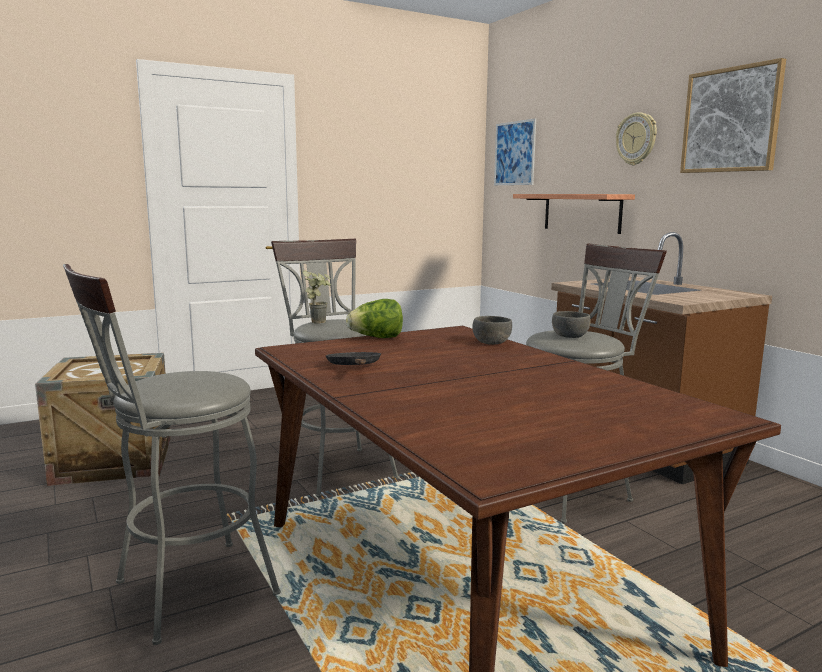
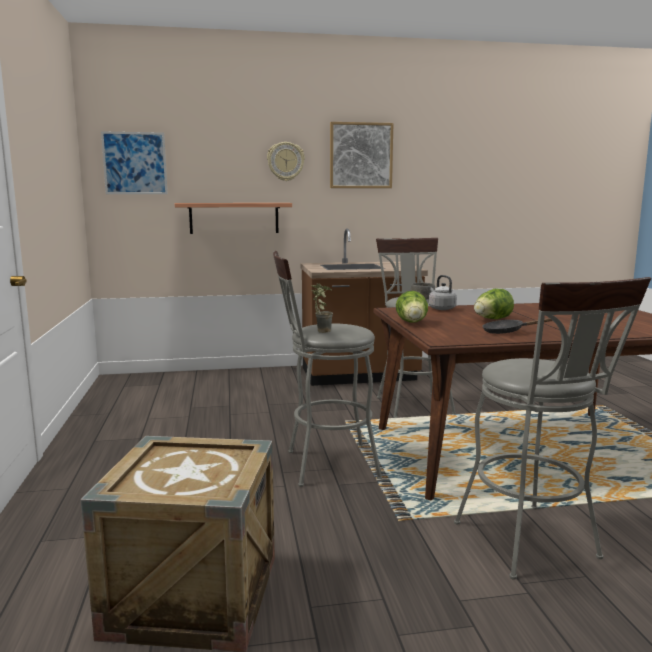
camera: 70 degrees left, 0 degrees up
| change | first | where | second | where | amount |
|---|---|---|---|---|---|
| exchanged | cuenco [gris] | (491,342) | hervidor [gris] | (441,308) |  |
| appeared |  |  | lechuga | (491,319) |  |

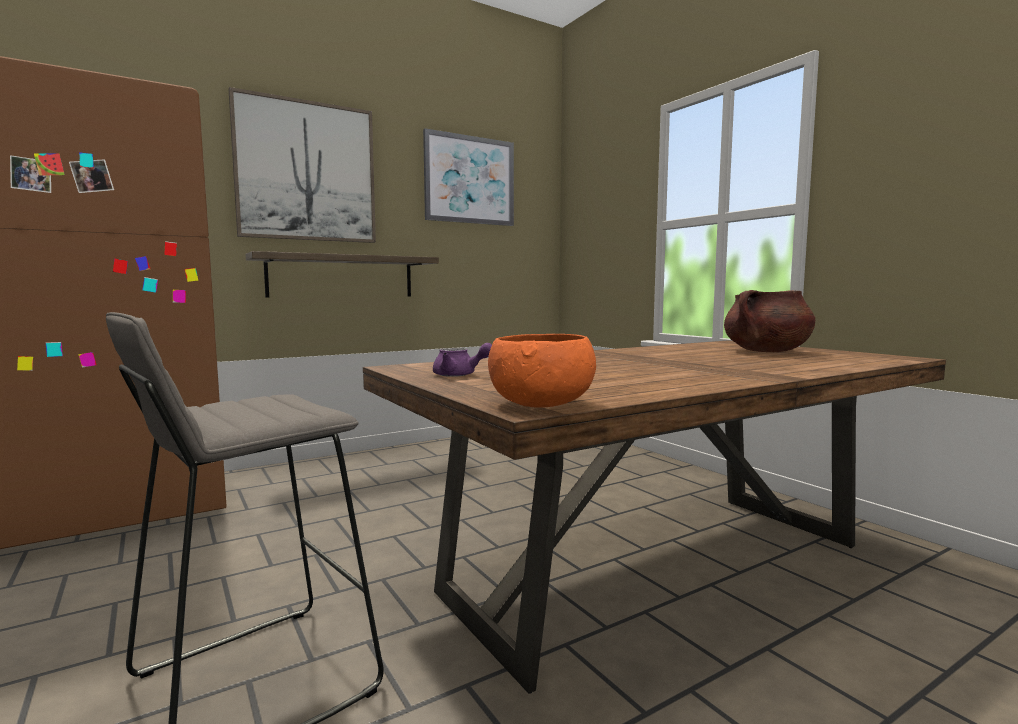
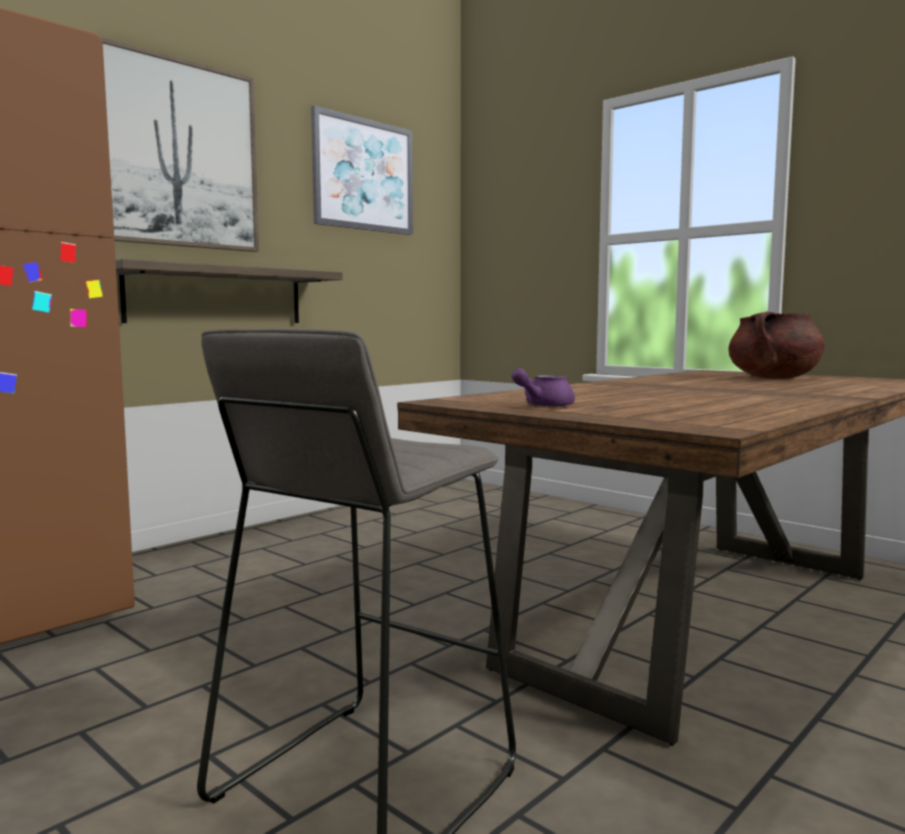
camera: 15 degrees left, 0 degrees up
| change | first | where | second | where | amount |
|---|---|---|---|---|---|
| spun | tetera [morado] | (459,375) |  | (542,406) | 135 degrees clockwise |
| missing | cuenco [naranja] | (542,404) |  |  |  |

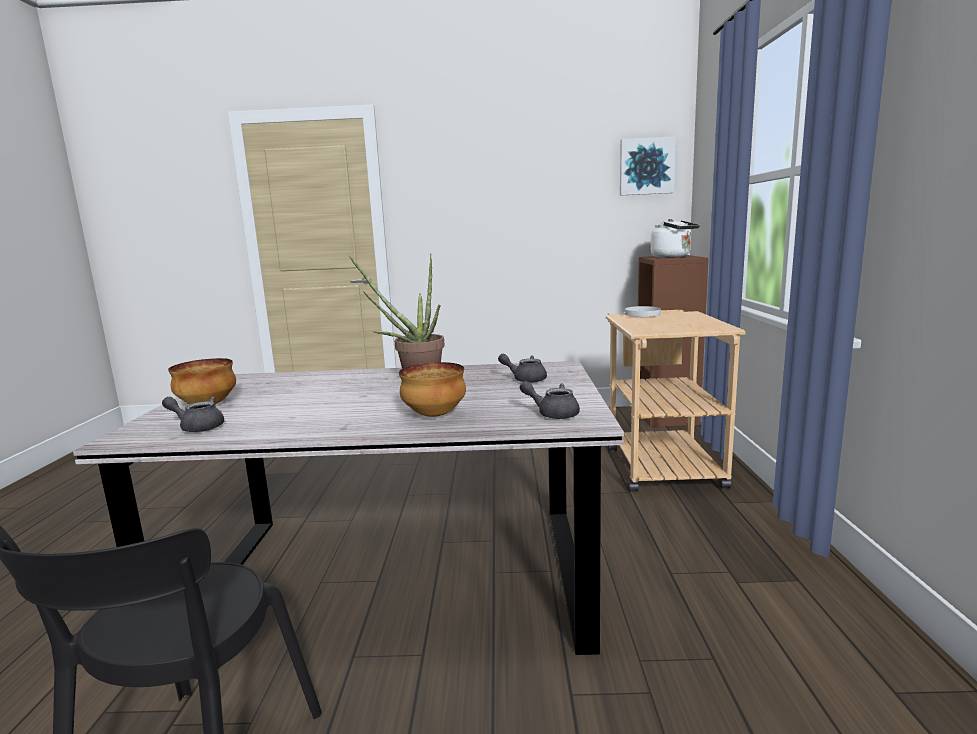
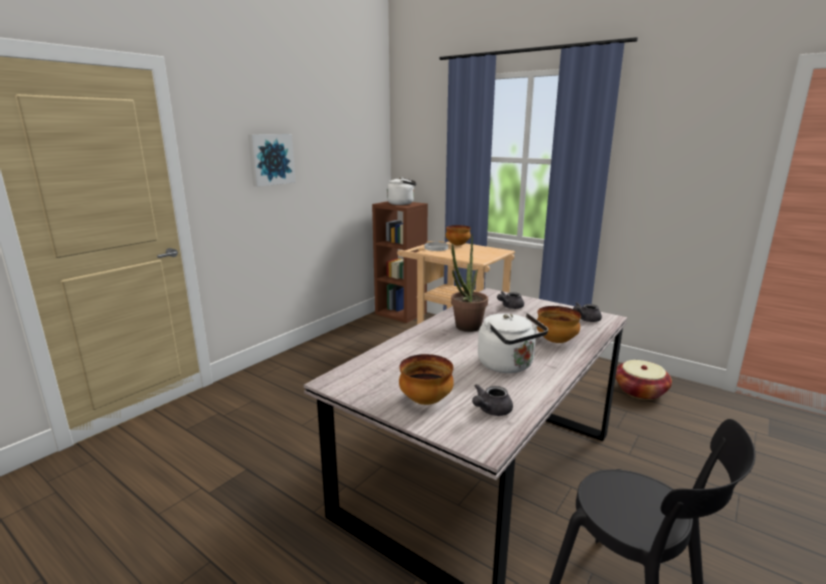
camera: 55 degrees left, 5 degrees up
| change | first | where | second | where | amount |
|---|---|---|---|---|---|
| relocated | cuadro | (646,166) |  | (271,159) |  |
| appeared |  |  | cuenco | (458,245) |  |
| appeared |  |  | hervidor [blanco] | (508,366) |  |
| appeared |  |  | cesta | (640,391) |  |

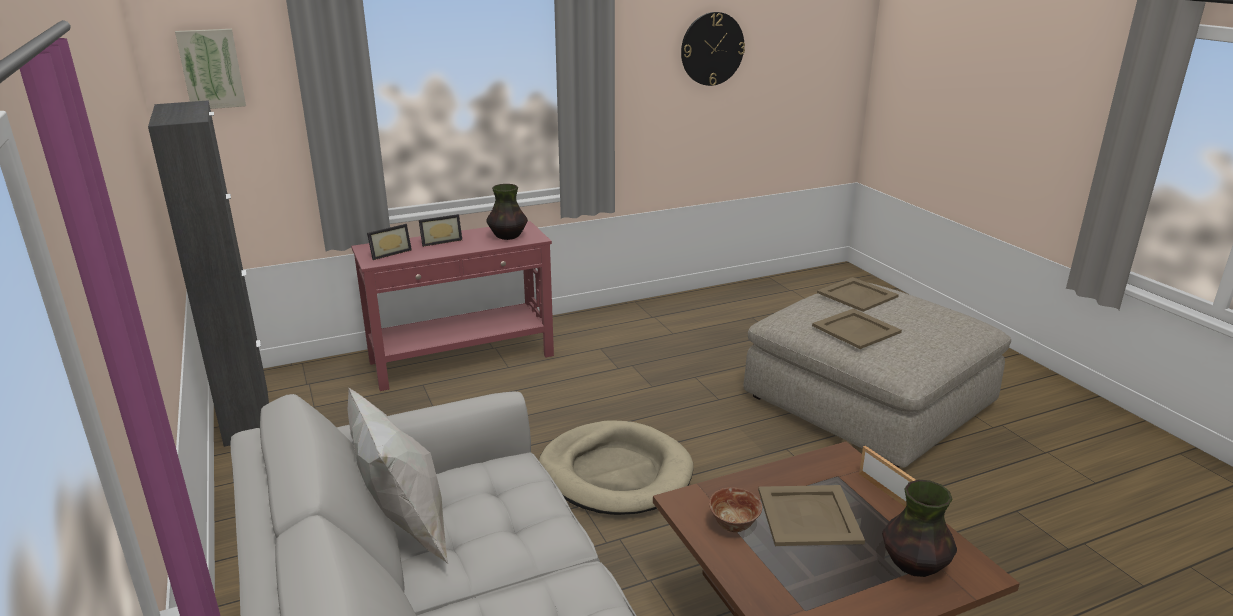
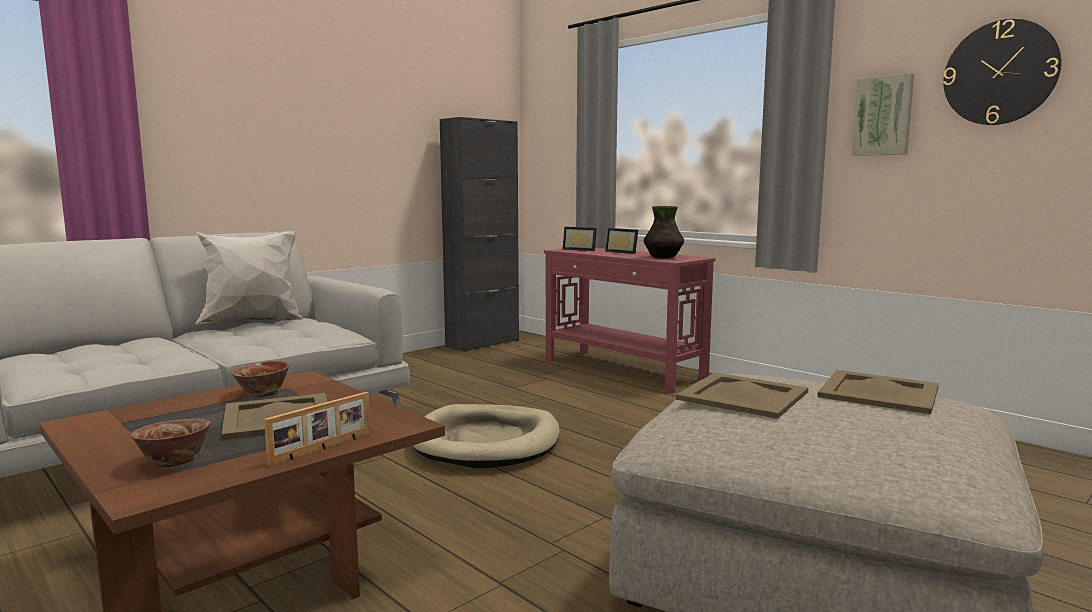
camera: 70 degrees right, 15 degrees down
| change | first | where | second | where | amount |
|---|---|---|---|---|---|
| relocated | cuadro | (211,69) |  | (883,116) |  |
| exchanged | florero | (914,565) | cuenco | (174,462) |  |

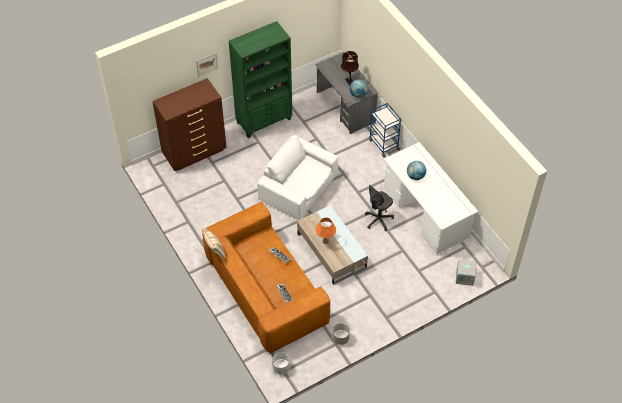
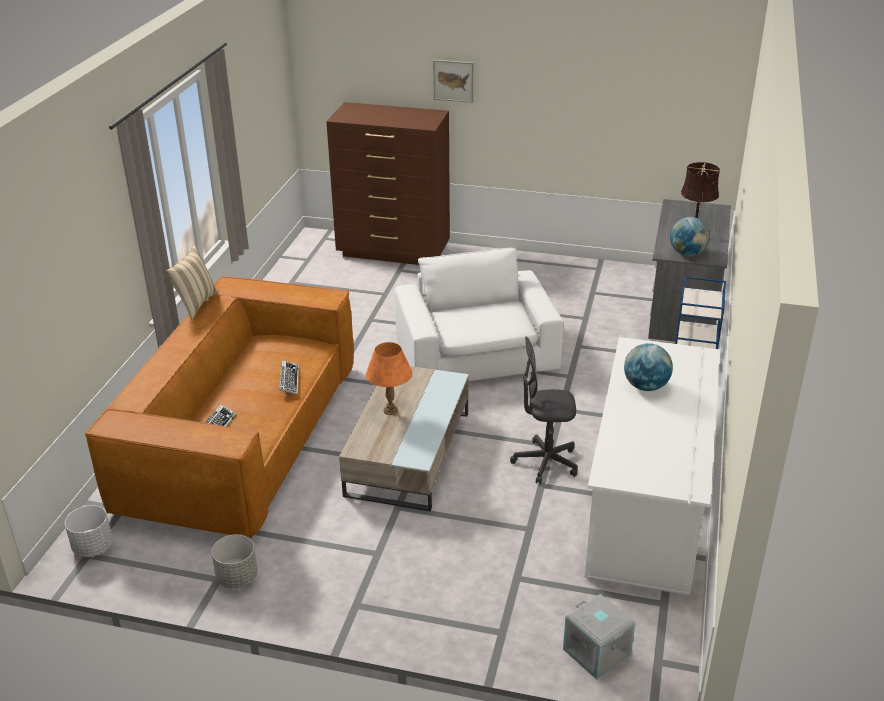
camera: 45 degrees right, 20 degrees down
| change | first | where | second | where | amount |
|---|---|---|---|---|---|
| missing | estantería [verde] | (264,120) |  |  |  |

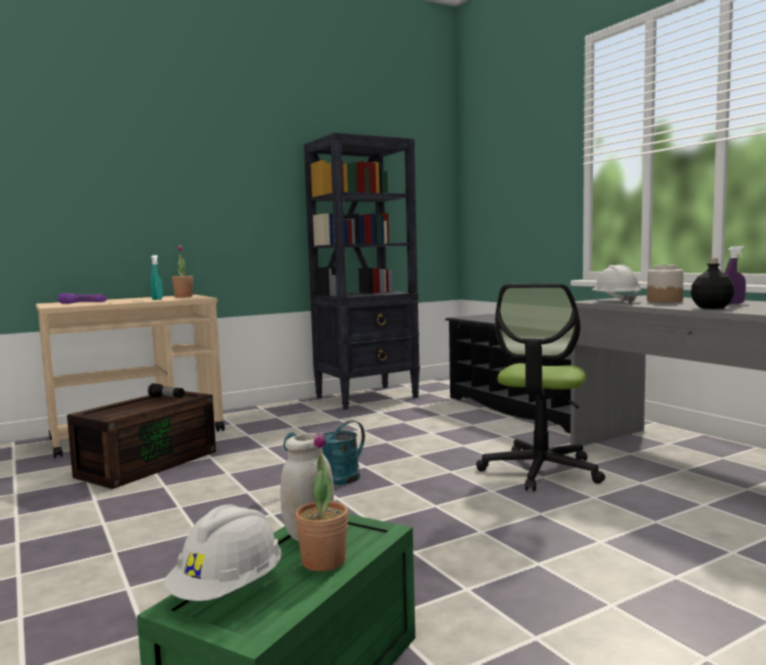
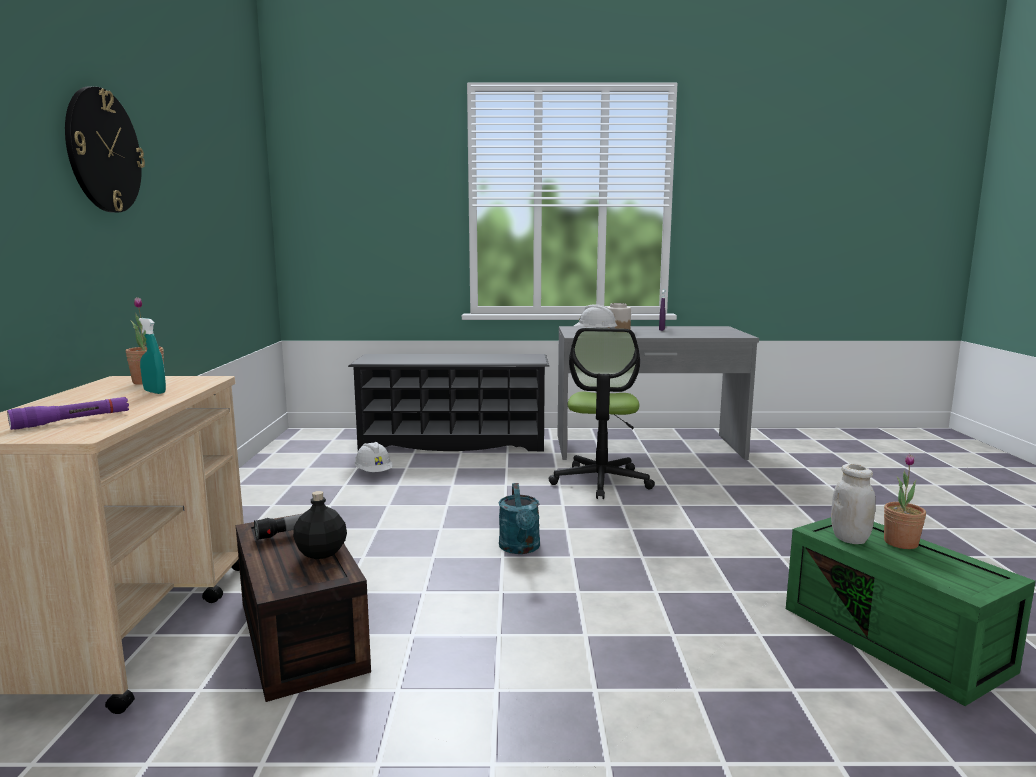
camera: 60 degrees left, 5 degrees up
| change | first | where | second | where | amount |
|---|---|---|---|---|---|
| relocated | casco [blanco] | (228,590) |  | (374,473) |  |
| missing | estantería [negro] | (368,397) |  |  |  |
| spun | silla de oficina | (540,471) |  | (601,481) | 45 degrees clockwise |
| relocated | botella [negro] | (711,307) |  | (320,553) |  |
| appeared |  |  | reloj de pared | (103,151) |  |

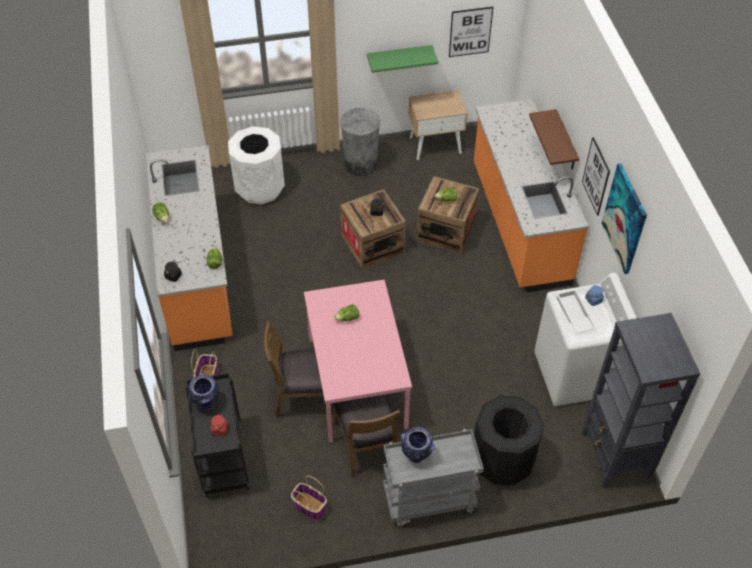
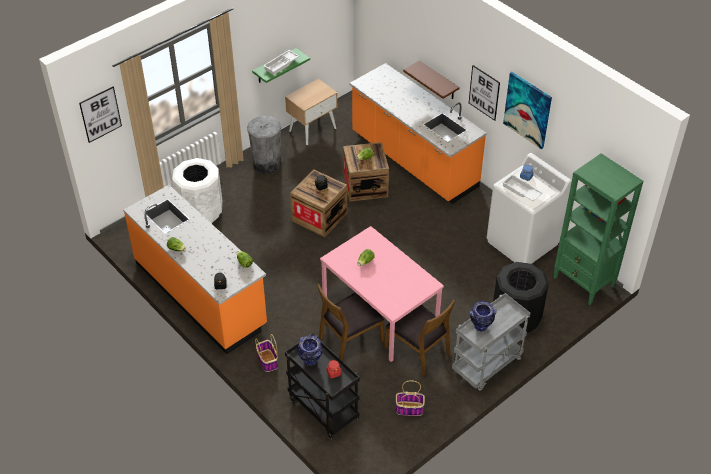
camera: 30 degrees left, 5 degrees down
| change | first | where | second | where | amount |
|---|---|---|---|---|---|
| relocated | cuadro | (470,32) |  | (100,114) |  |
| colour | estantería [negro] | (615,456) | estantería [verde] | (584,282) |  |
| appeared |  |  | bandeja [blanco] | (281,65) |  |

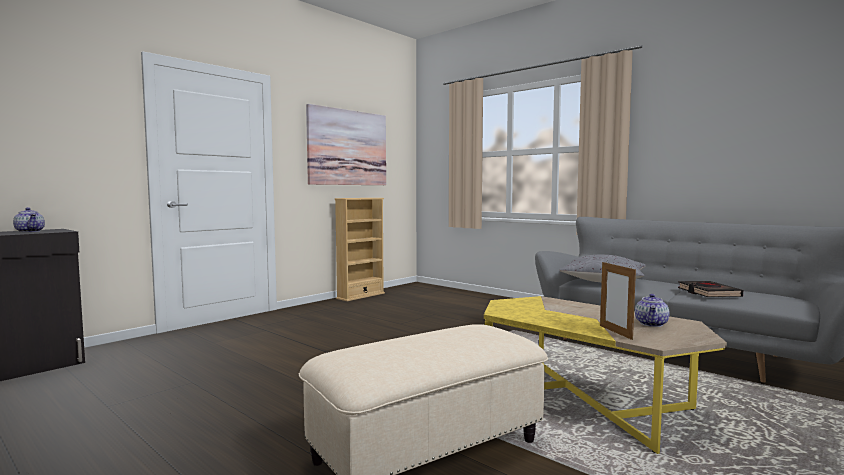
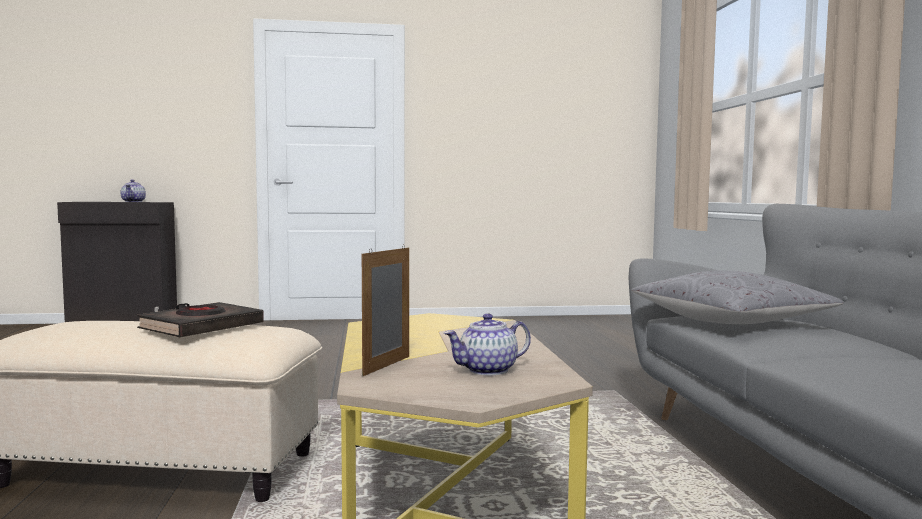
camera: 40 degrees right, 0 degrees up
| change | first | where | second | where | amount |
|---|---|---|---|---|---|
| missing | cuadro | (348,147) |  |  |  |
| missing | estantería [beis] | (360,296) |  |  |  |
| relocated | libro [negro] | (708,293) |  | (201,327) |  |

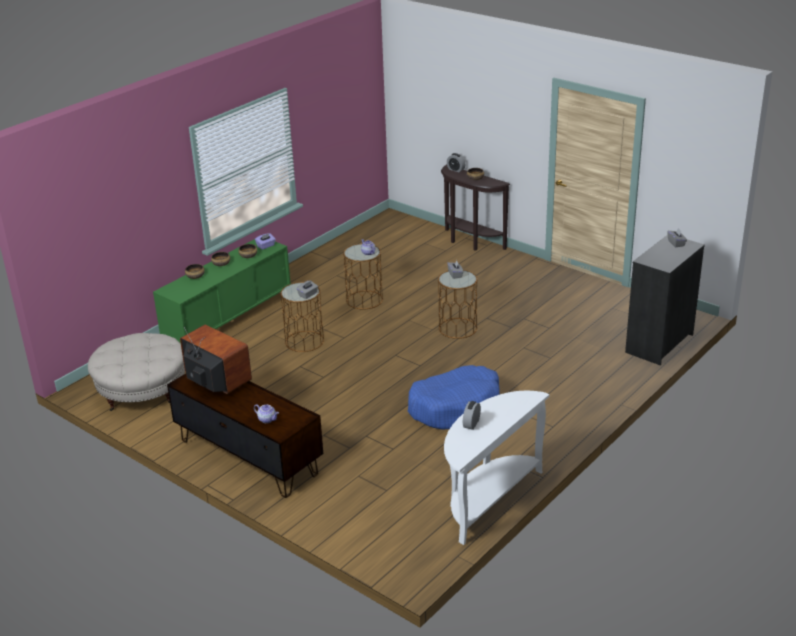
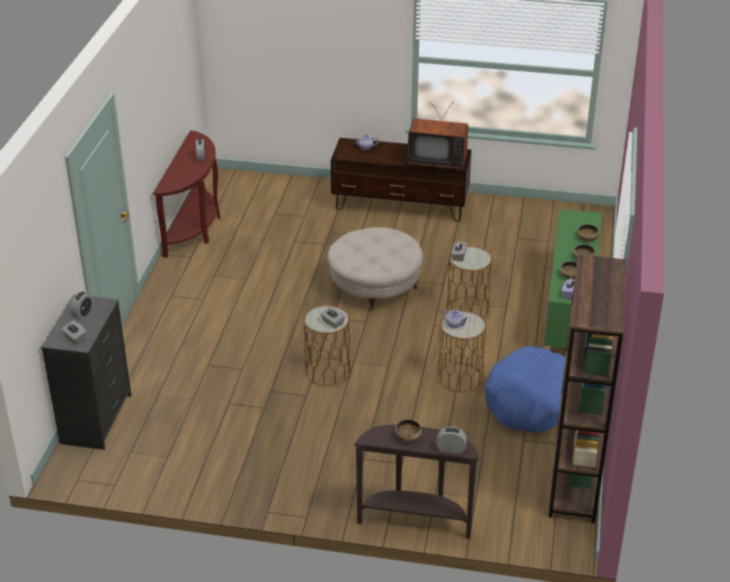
camera: 150 degrees right, 5 degrees up
| change | first | where | second | where | amount |
|---|---|---|---|---|---|
| relocated | puf [beis] | (142,391) |  | (375,286) |  |
| relocated | cama para perro [azul] | (455,407) |  | (530,401) |  |
| colour | mesa consola [blanco] | (488,499) | mesa consola [marrón] | (194,228) |  |
| appeared |  |  | despertador | (83,314) |  |
| appeared |  |  | estantería [marrón] | (574,481) |  |

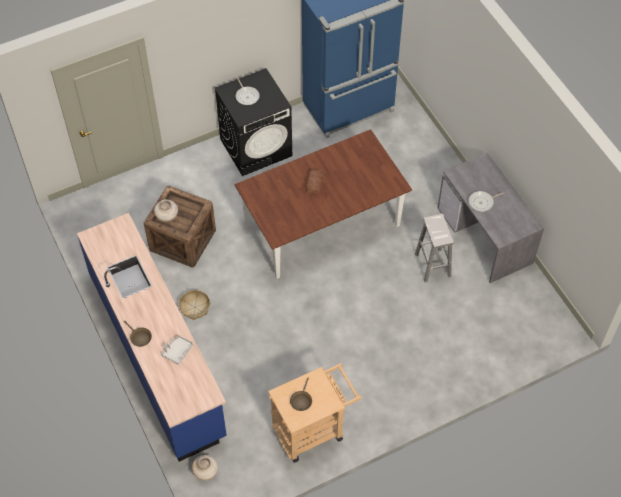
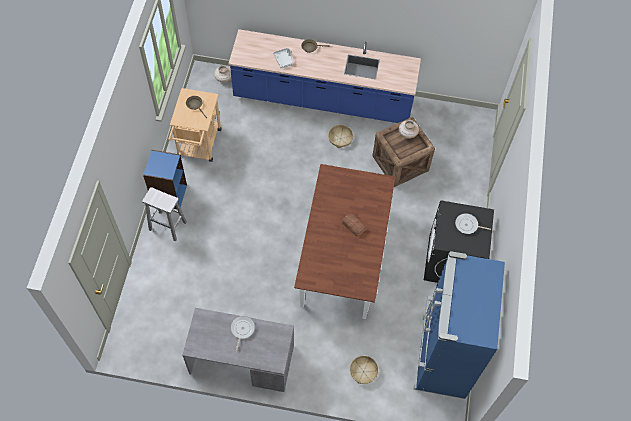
camera: 125 degrees right, 5 degrees up
| change | first | where | second | where | amount |
|---|---|---|---|---|---|
| relocated | taburete [blanco] | (432,264) |  | (168,226) |  |
| appeared |  |  | estantería [azul] | (169,194) |  |
| appeared |  |  | cesta | (363,371) |  |

